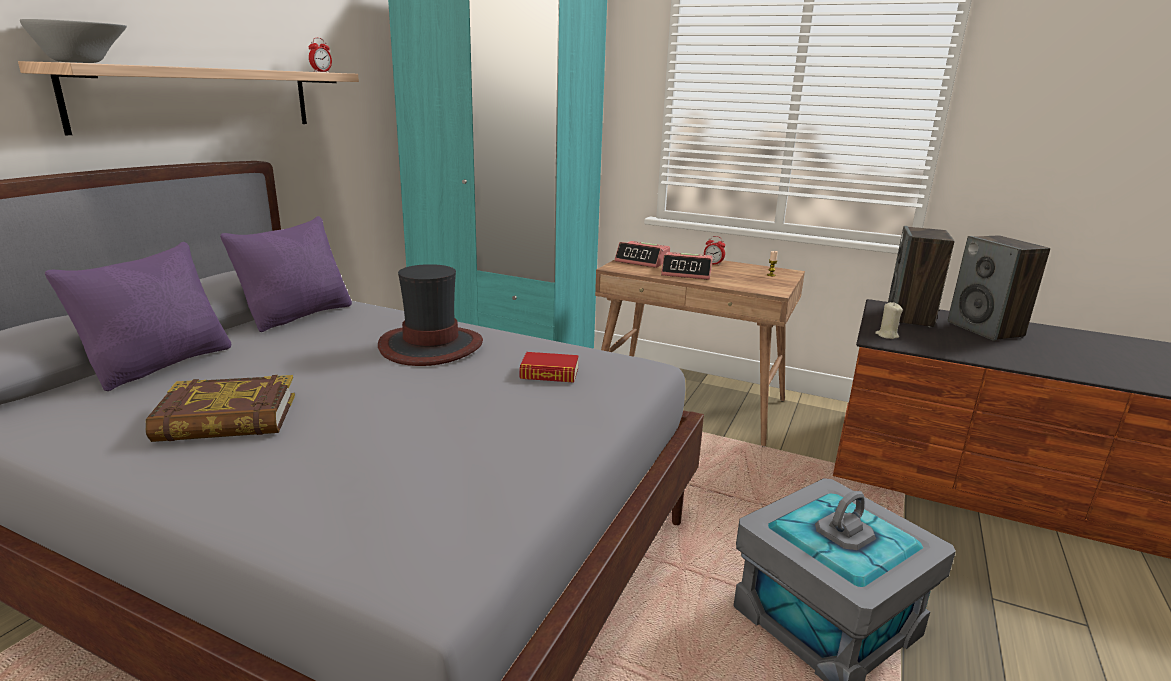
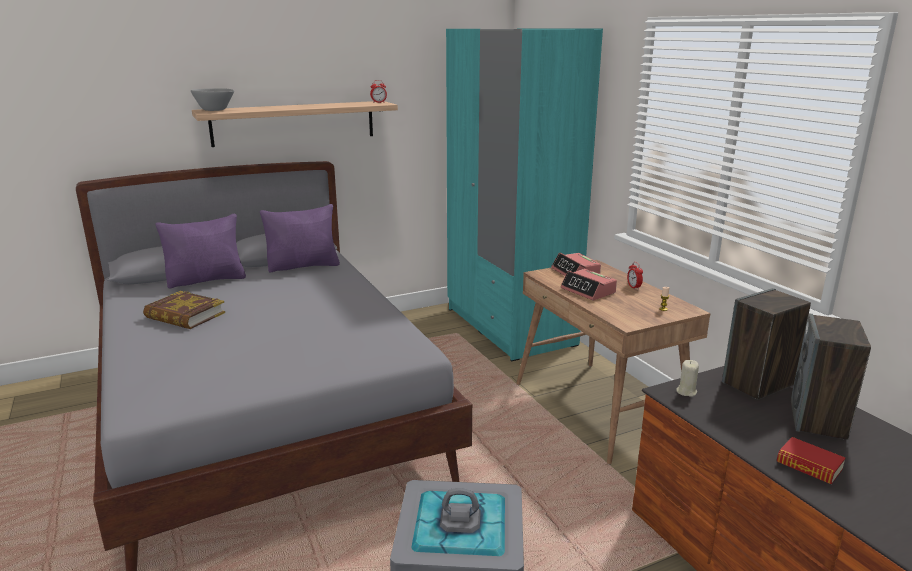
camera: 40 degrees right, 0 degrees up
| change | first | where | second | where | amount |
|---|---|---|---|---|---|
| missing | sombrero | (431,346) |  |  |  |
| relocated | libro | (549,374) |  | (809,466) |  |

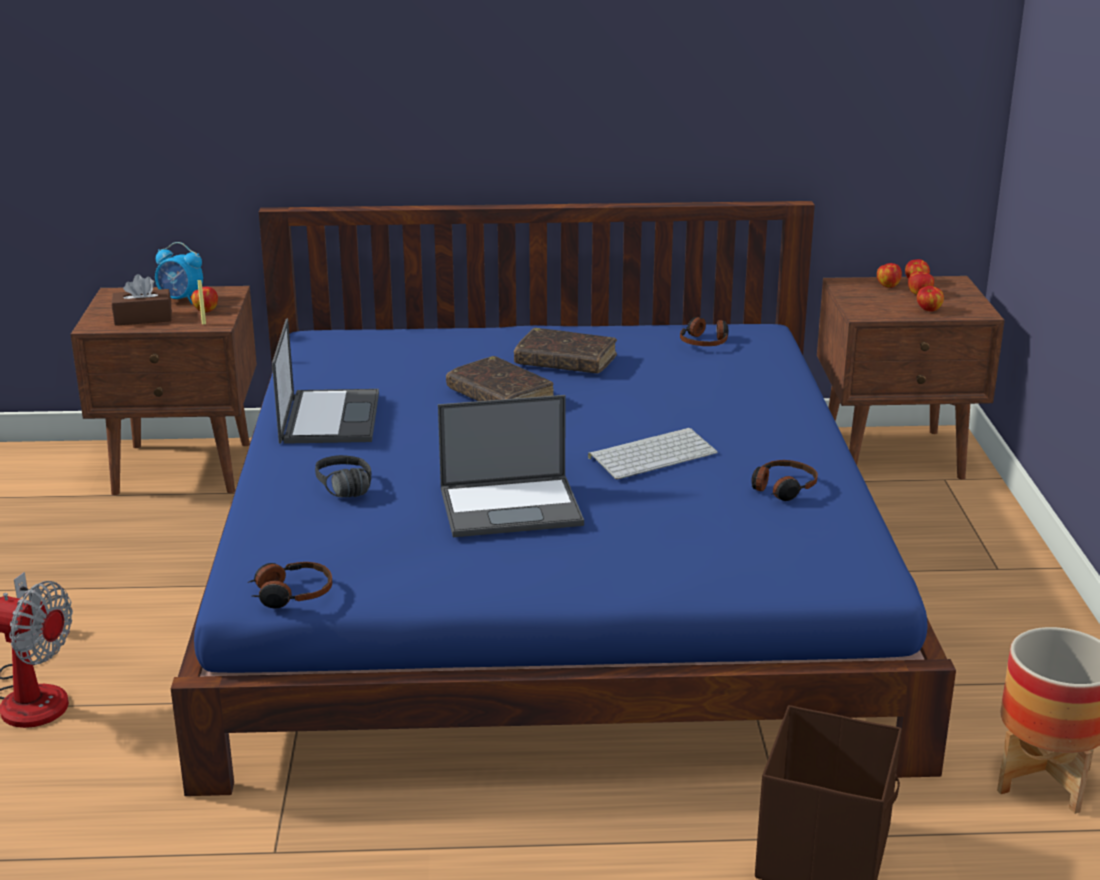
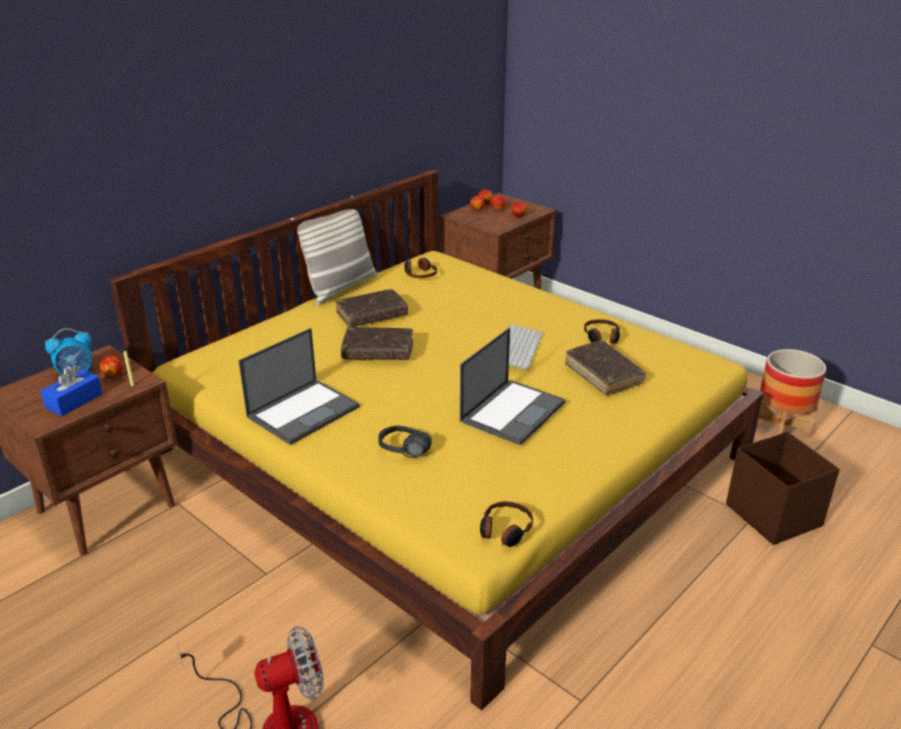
camera: 45 degrees left, 5 degrees up
| change | first | where | second | where | amount |
|---|---|---|---|---|---|
| colour | caja de pañuelos [marrón] | (143,318) | caja de pañuelos [azul] | (74,401) |  |
| colour | cama [azul] | (549,577) | cama [amarillo] | (449,452) |  |
| spun | portátil | (329,417) |  | (304,411) | 90 degrees clockwise |
| appeared |  |  | cojín | (340,288) |  |
| appeared |  |  | libro [marrón] | (603,374) |  |

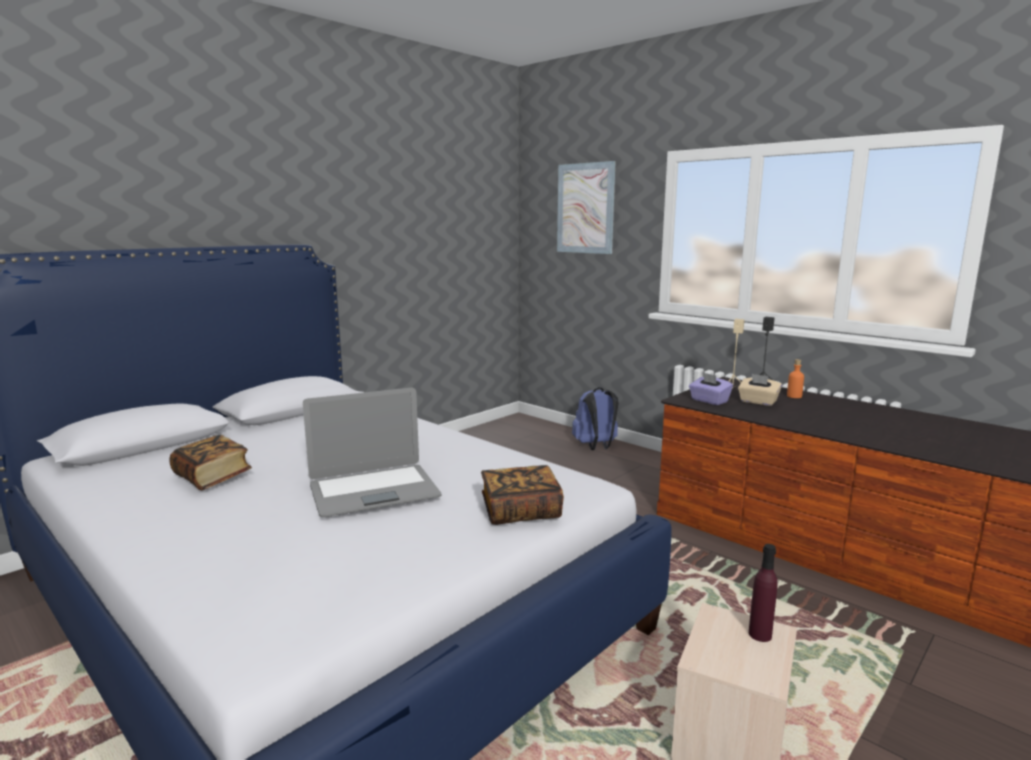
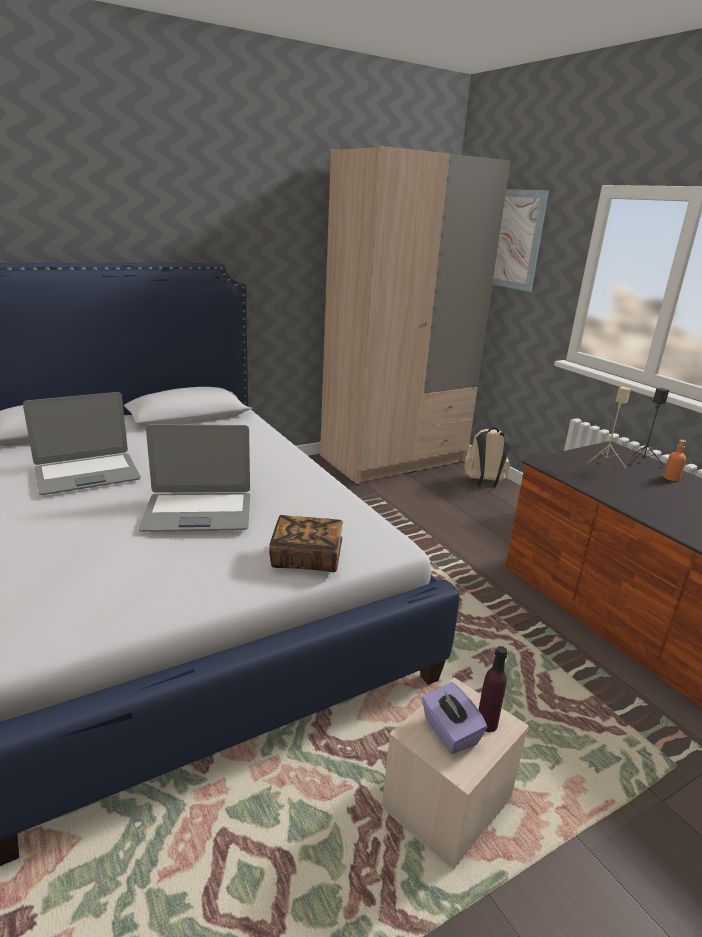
camera: 15 degrees right, 10 degrees up
| change | first | where | second | where | amount |
|---|---|---|---|---|---|
| exchanged | libro | (212,477) | portátil | (87,474) |  |
| colour | mochila [azul] | (596,446) | mochila [beis] | (484,483) |  |
| relocated | caja de pañuelos [morado] | (709,401) |  | (449,732) |  |
| missing | caja de pañuelos [beis] | (758,402) |  |  |  |
| appeared |  |  | armario ropero [beis] | (393,459) |  |

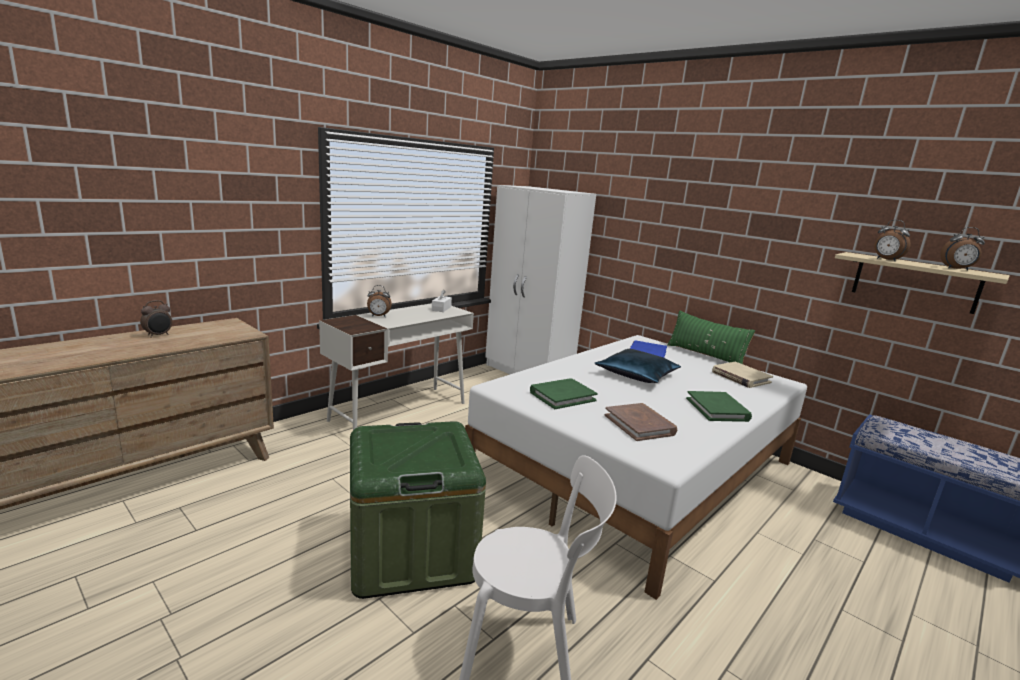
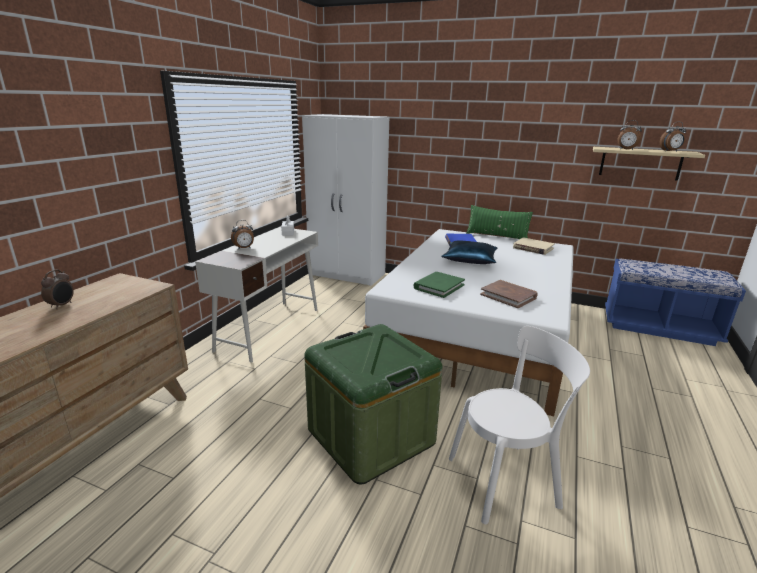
camera: 20 degrees left, 5 degrees up
| change | first | where | second | where | amount |
|---|---|---|---|---|---|
| missing | libro [verde] | (717,409) |  |  |  |

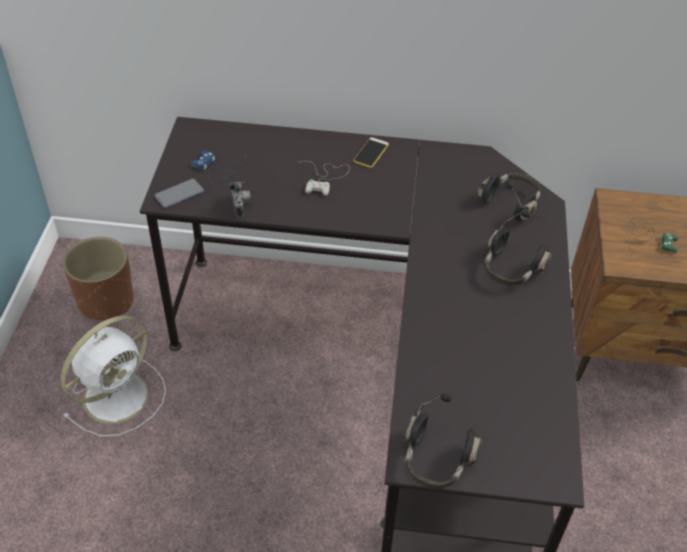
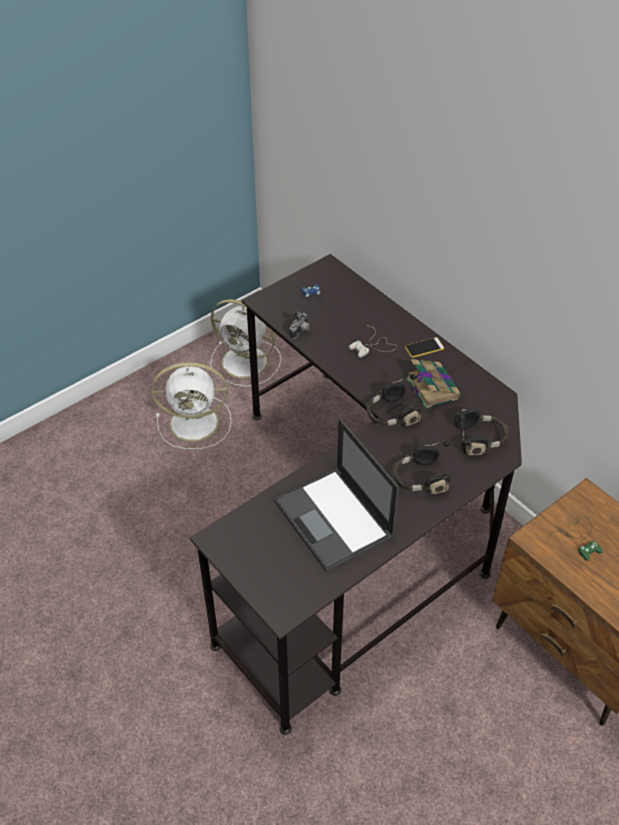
camera: 45 degrees right, 0 degrees up
| change | first | where | second | where | amount |
|---|---|---|---|---|---|
| exchanged | maceta [marrón] | (106,301) | ventilador [blanco] | (246,362) |  |
| missing | móvil | (179,194) |  |  |  |
| relocated | auriculares [negro] | (436,460) |  | (391,414) |  |
| appeared |  |  | portátil | (334,519) |  |
| appeared |  |  | libro | (432,387) |  |

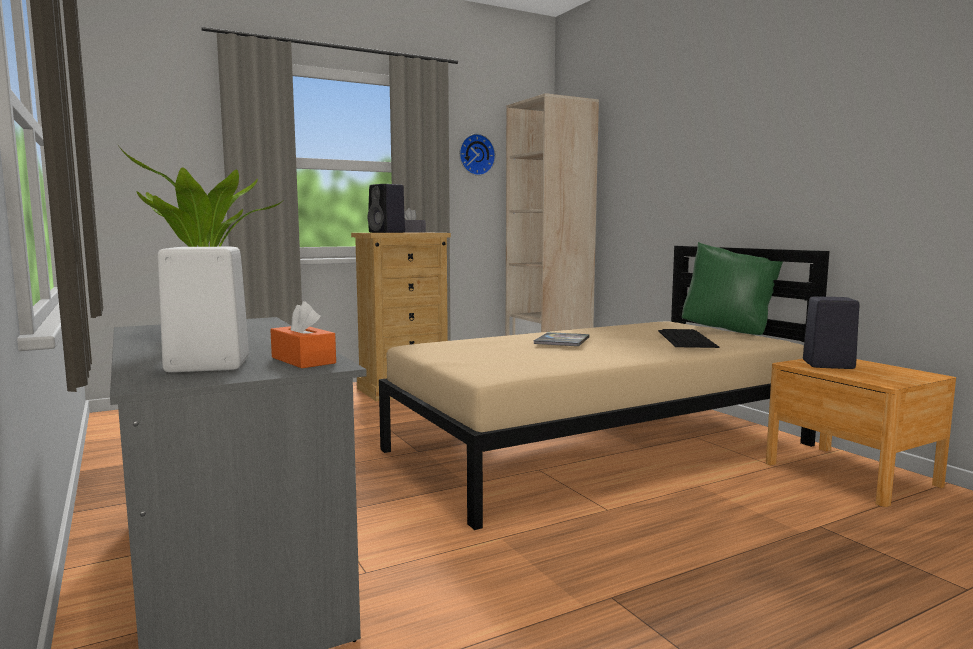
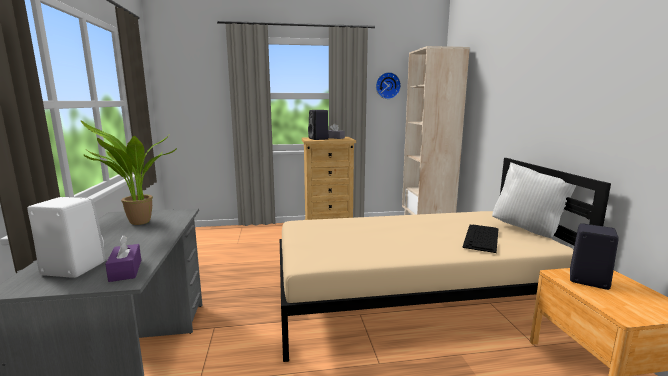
camera: 20 degrees right, 5 degrees up
| change | first | where | second | where | amount |
|---|---|---|---|---|---|
| colour | caja de pañuelos [naranja] | (303,360) | caja de pañuelos [morado] | (125,270) |  |
| missing | libro | (562,340) |  |  |  |
| colour | cojín [verde] | (728,331) | cojín [blanco] | (528,229) |  |

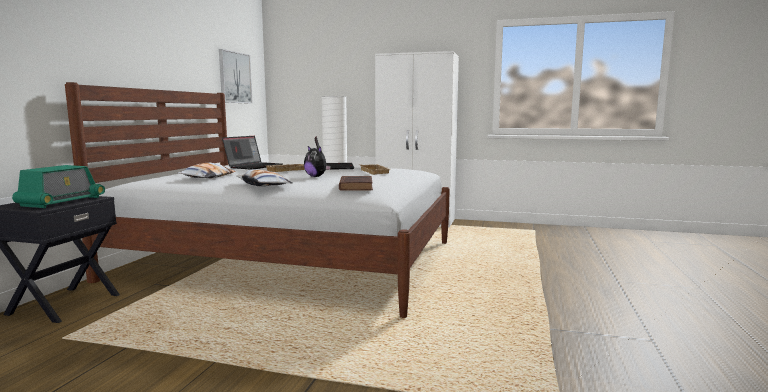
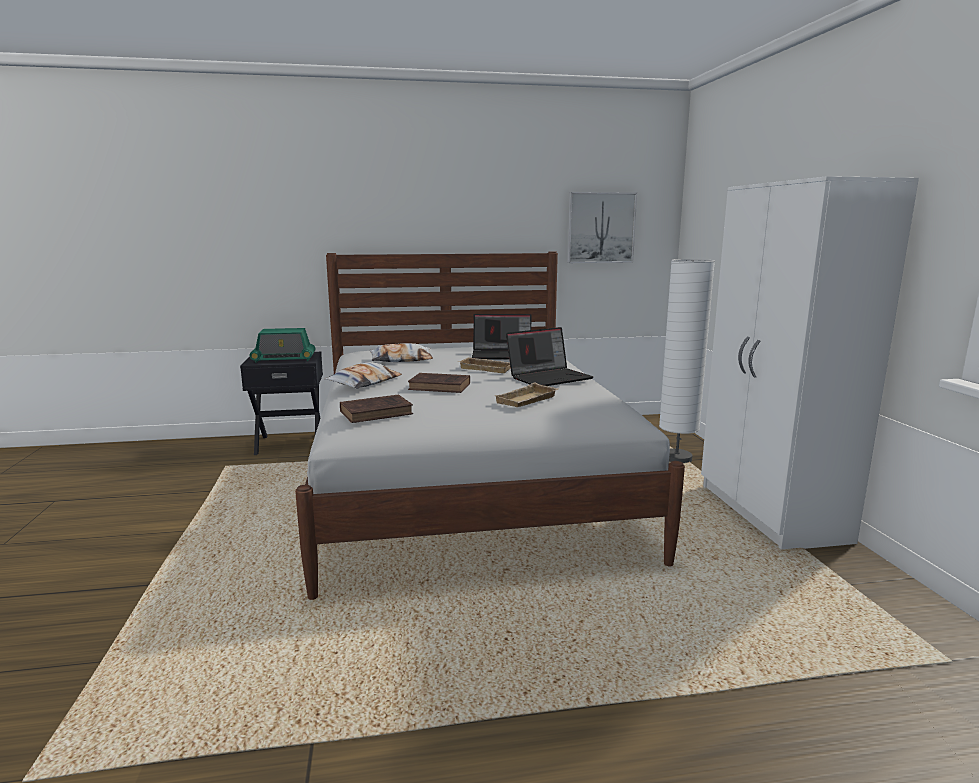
camera: 65 degrees right, 5 degrees up
| change | first | where | second | where | amount |
|---|---|---|---|---|---|
| exchanged | peluche | (316,176) | libro [marrón] | (441,387) |  |

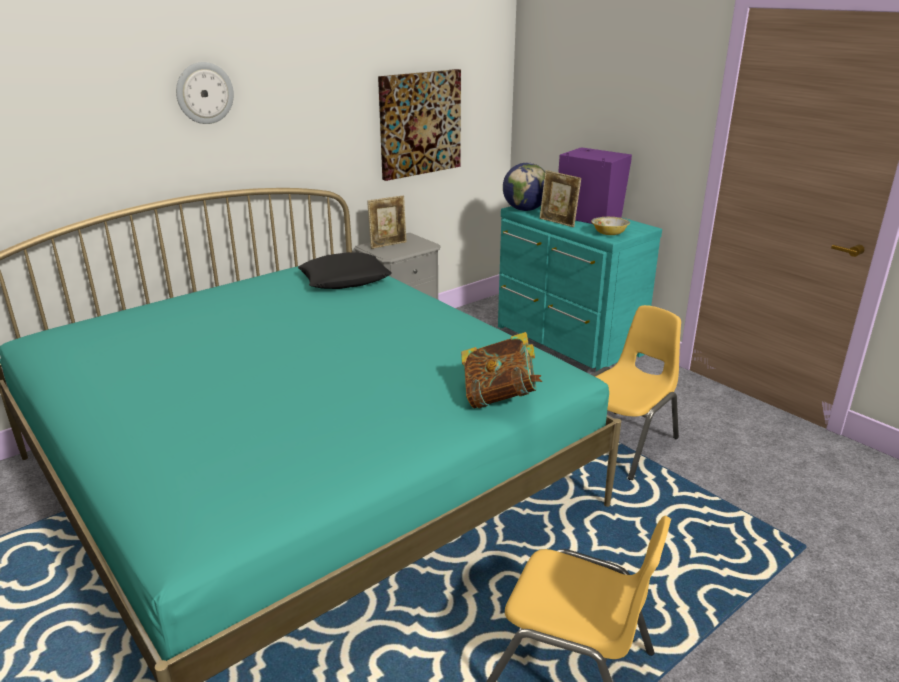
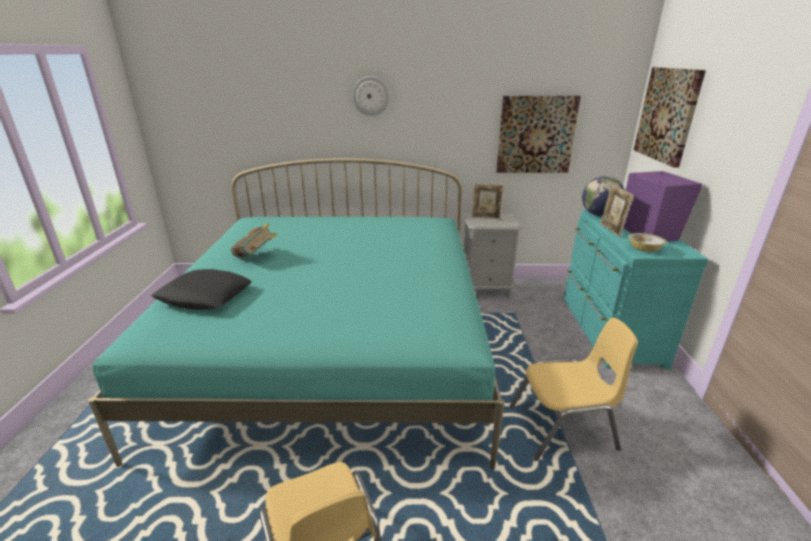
camera: 40 degrees right, 0 degrees up
| change | first | where | second | where | amount |
|---|---|---|---|---|---|
| relocated | cojín [negro] | (344,279) |  | (204,296) |  |
| relocated | libro | (499,398) |  | (256,257) |  |
| appeared |  |  | cuadro | (668,115) |  |

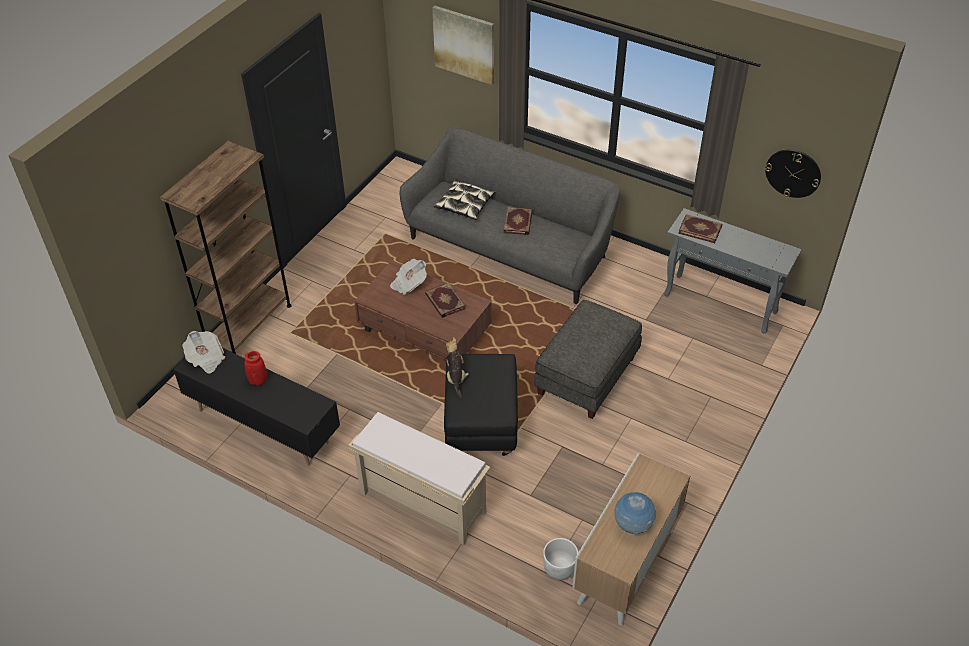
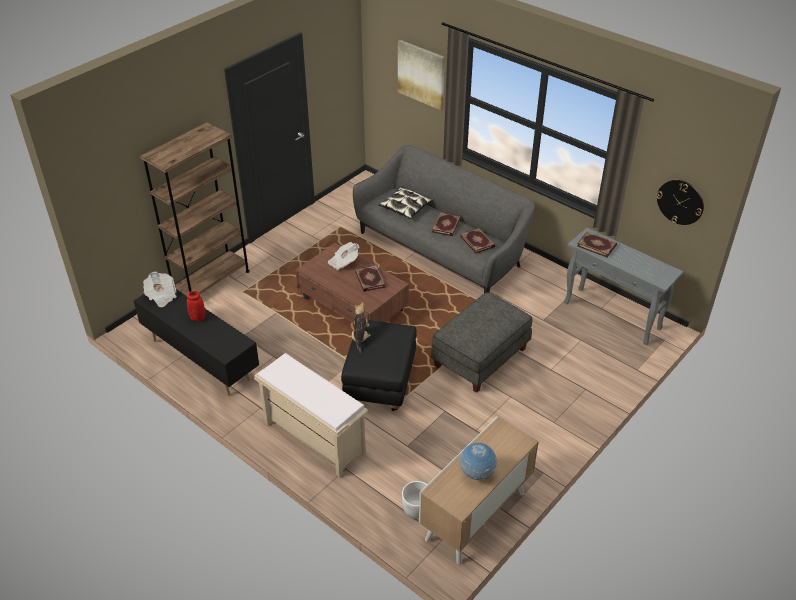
camera: 10 degrees right, 5 degrees down
| change | first | where | second | where | amount |
|---|---|---|---|---|---|
| appeared |  |  | libro | (477,241) |  |

